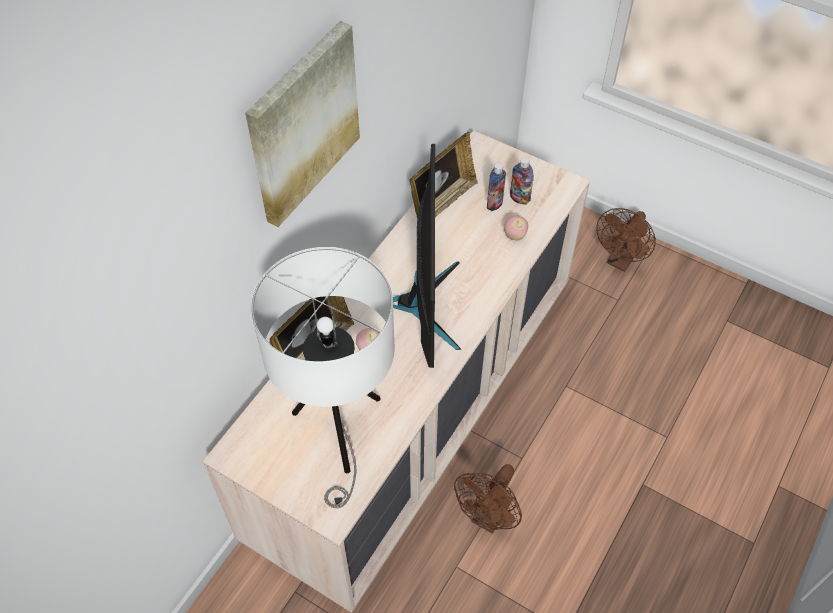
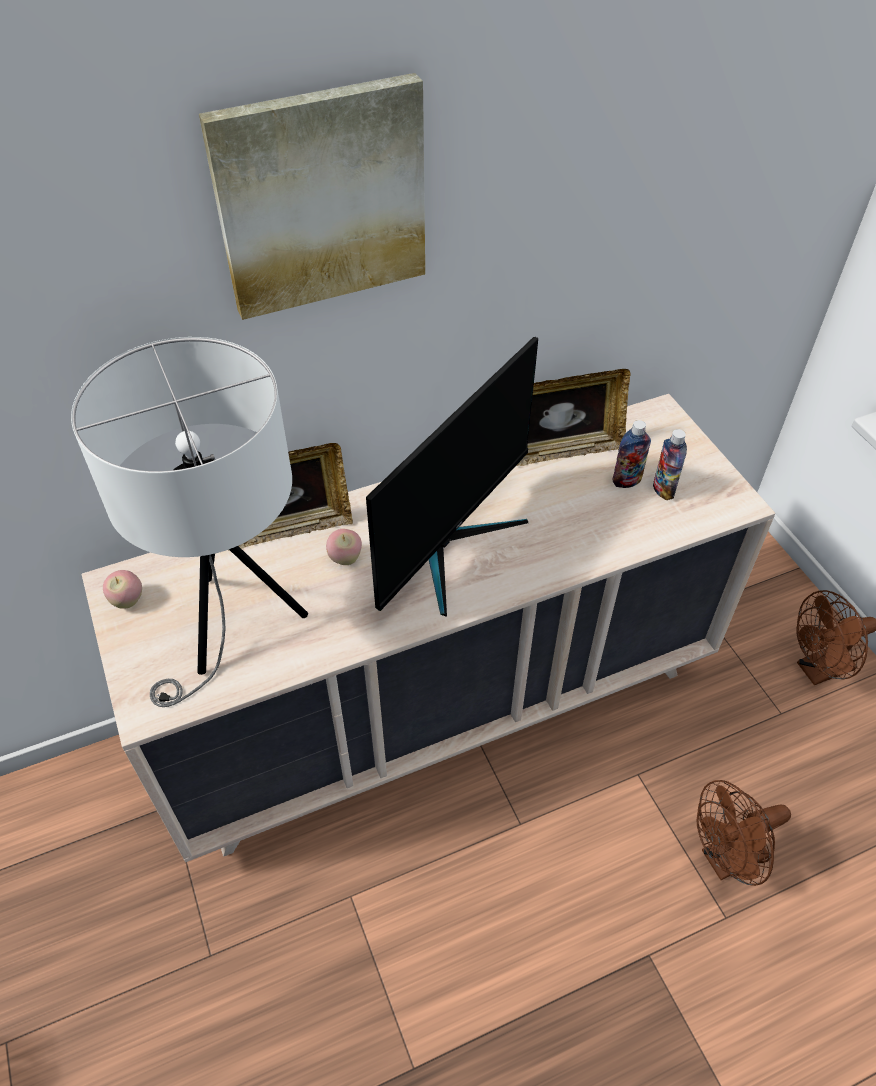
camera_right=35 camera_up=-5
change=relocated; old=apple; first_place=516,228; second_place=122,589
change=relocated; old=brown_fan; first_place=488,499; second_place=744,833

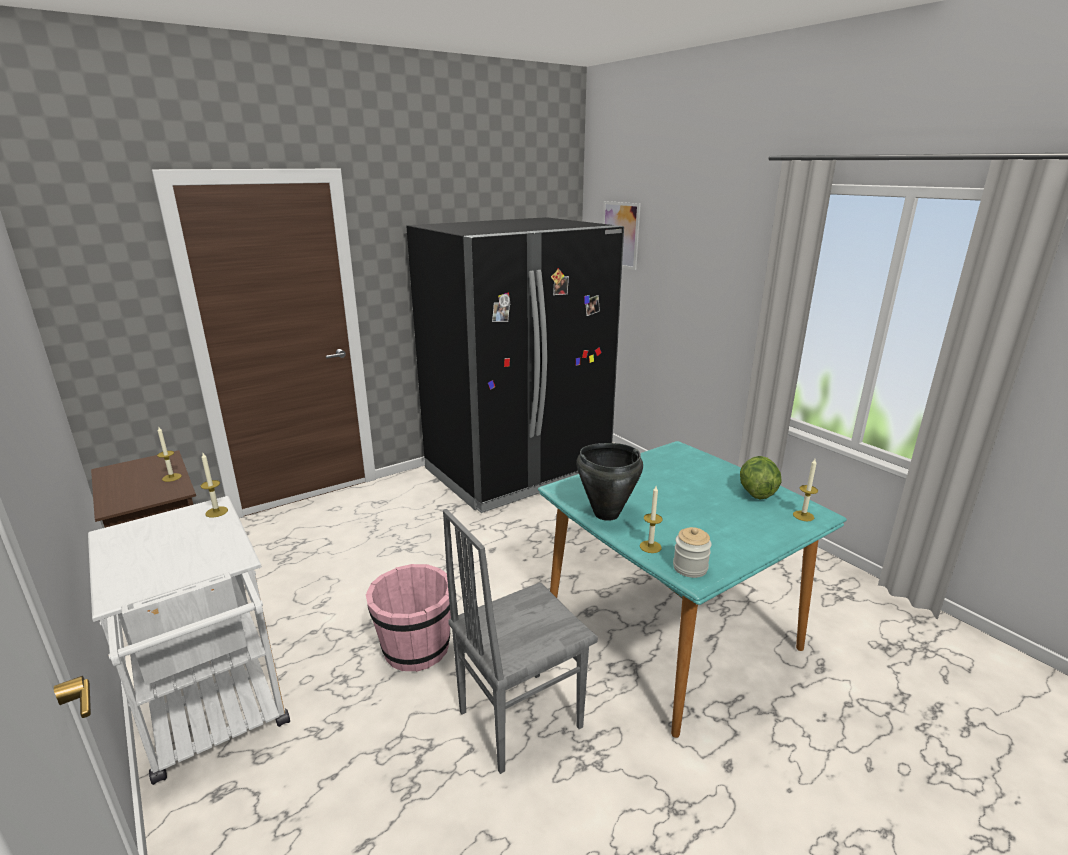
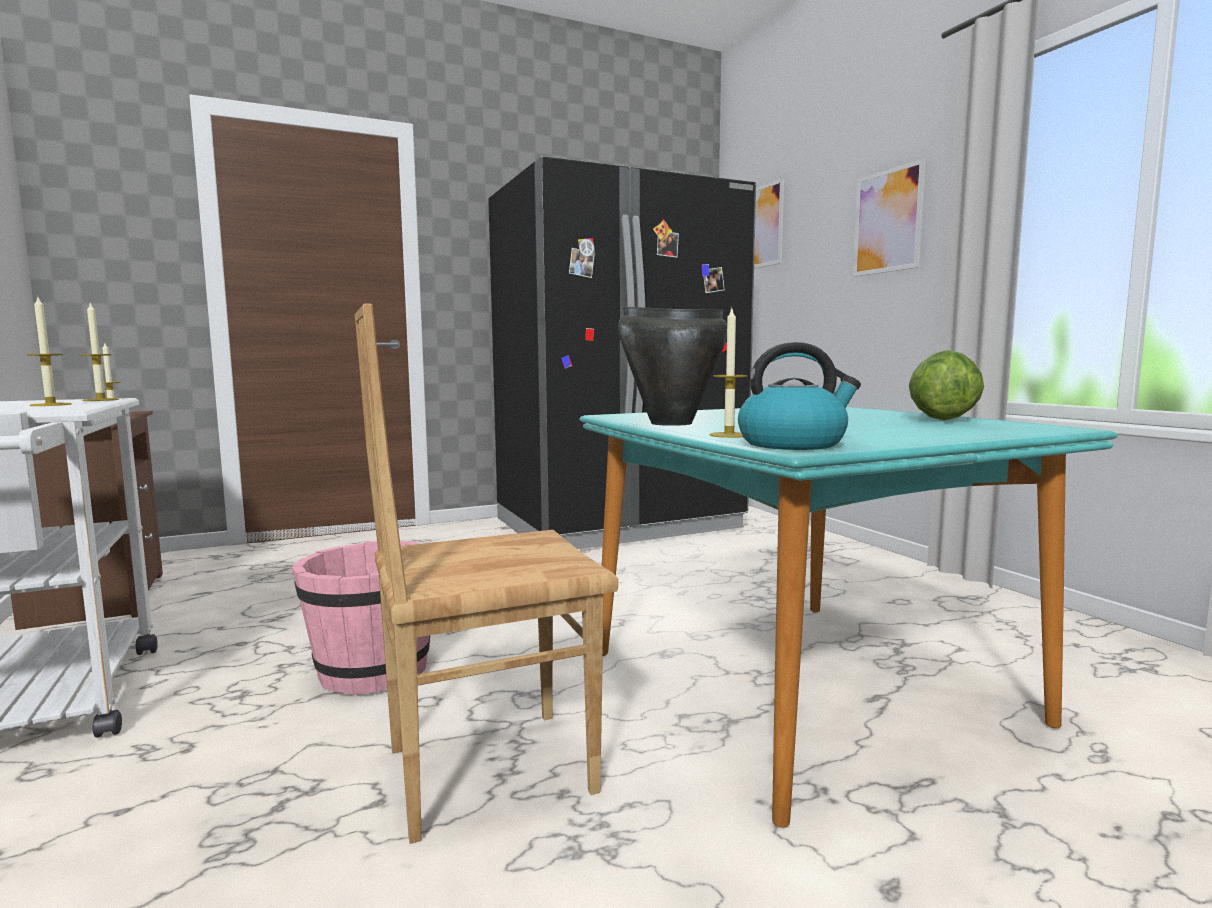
camera_right=10 camera_up=-15
change=relocated; old=candle; first_place=805,490; second_place=49,351
change=colour; old=grey_chair; new=brown_chair; first_place=520,641; second_place=486,573
change=exchanged; old=jar; new=kettle; first_place=692,552; second_place=799,396
change=appeared; new=picture; second_place=889,217

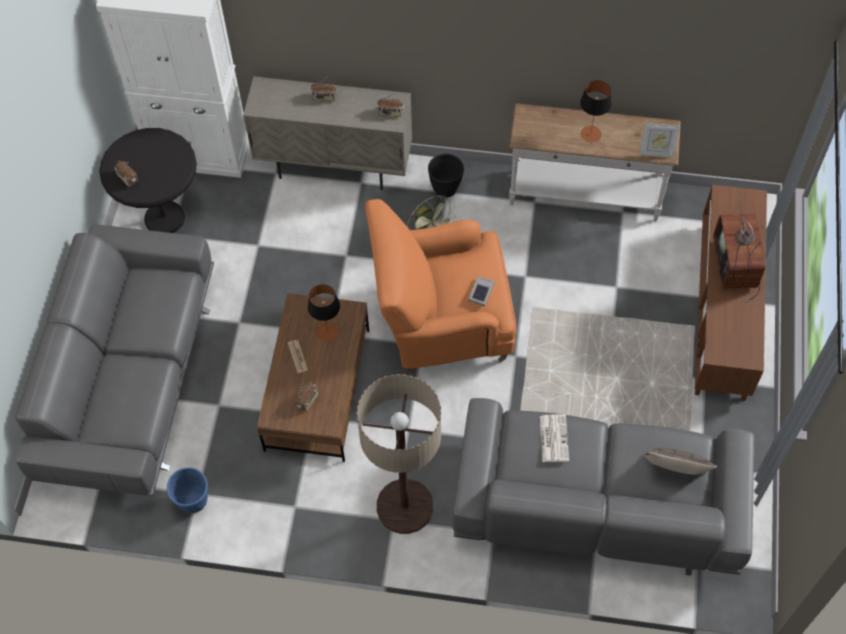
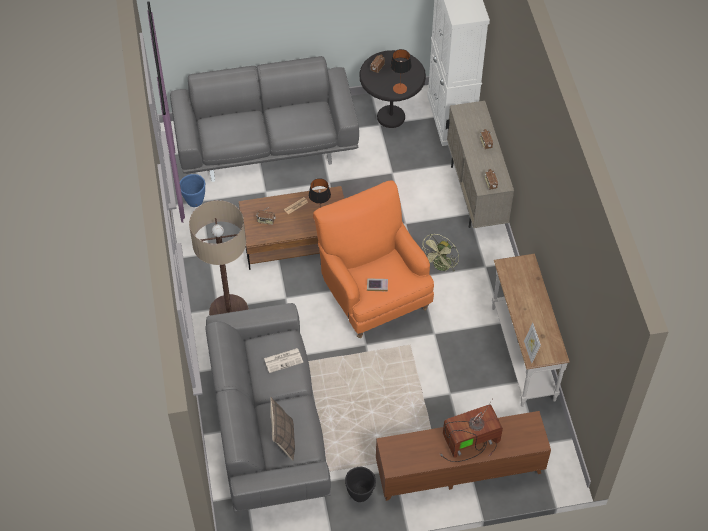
camera_right=70 camera_up=-5
change=relocated; old=table_lamp; first_place=596,111; second_place=401,71
change=relocated; old=black_planter; first_place=446,176; second_place=360,484

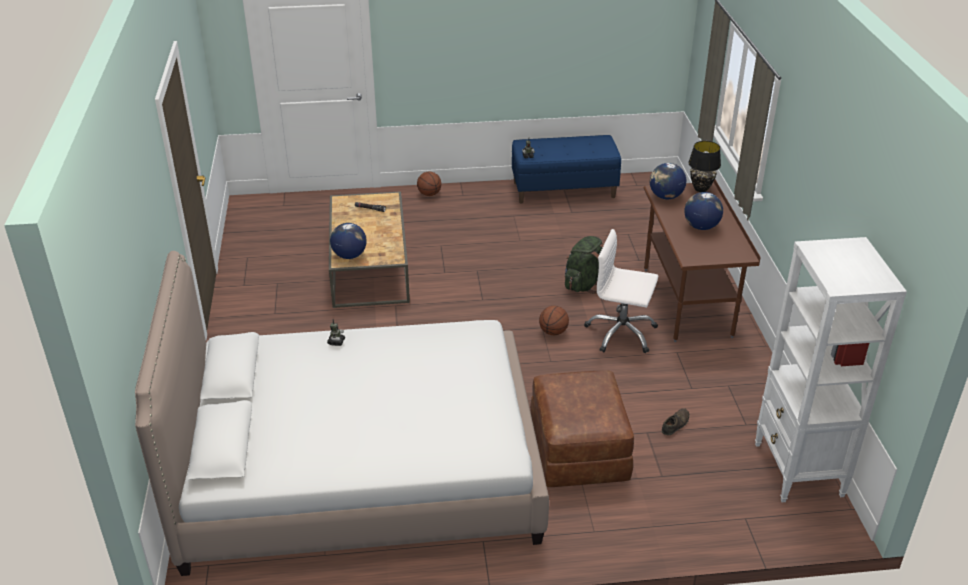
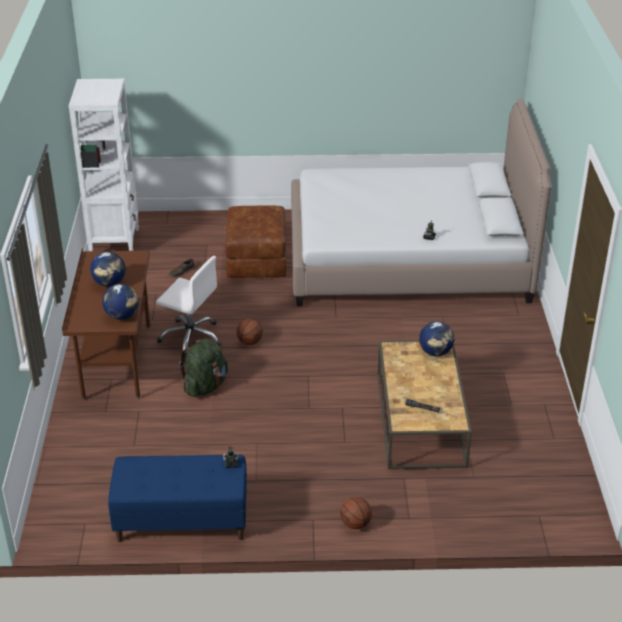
camera_right=-175 camera_up=0
change=missing; old=black_table_lamp; first_place=704,166

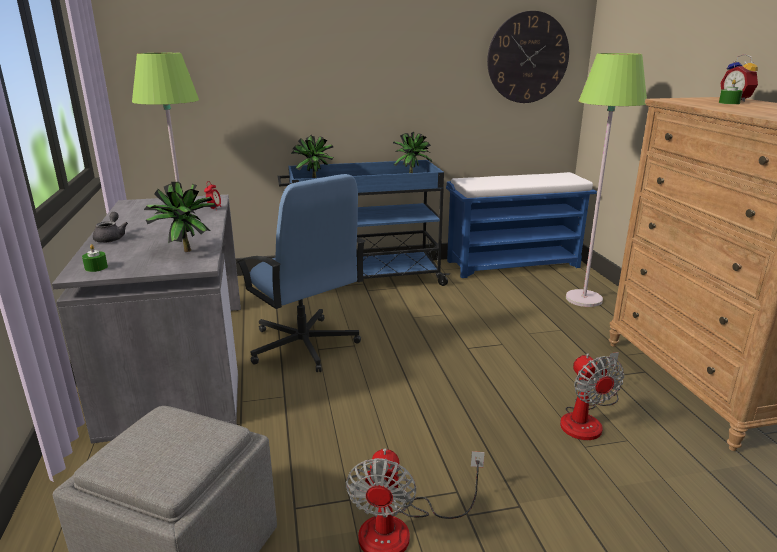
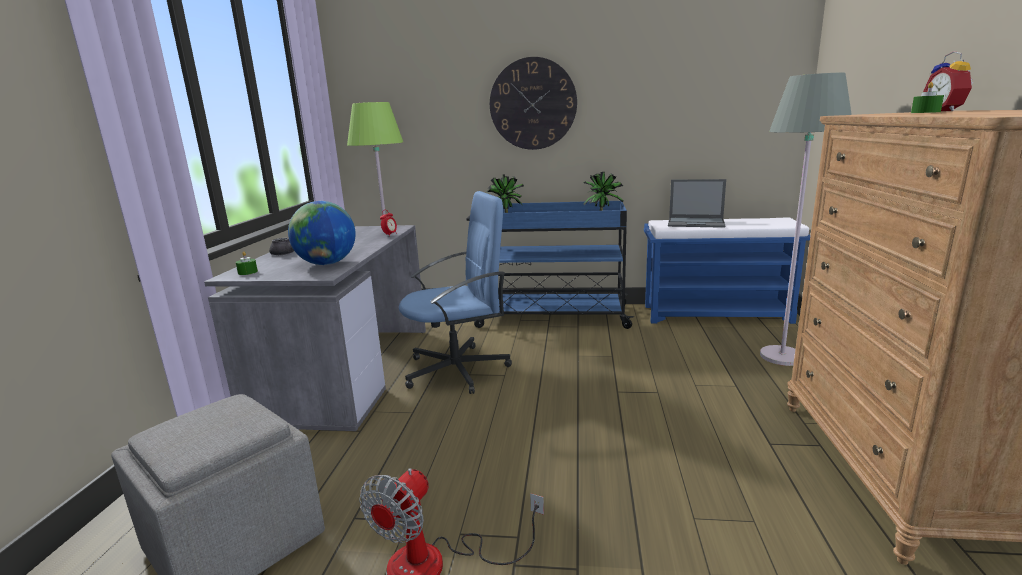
camera_right=20 camera_up=-5
change=relocated; old=wall_clock; first_place=528,57; second_place=533,103
change=colour; old=green_floor_lamp; new=grey_floor_lamp; first_place=606,180; second_place=806,219
change=spun; old=blue_office_chair; first_place=301,273; second_place=455,292; degrees=-90
change=exchanged; old=potted_plant; new=globe; first_place=180,217; second_place=322,233
change=missing; old=fan; first_place=592,396
change=appeared; new=laptop; second_place=697,203

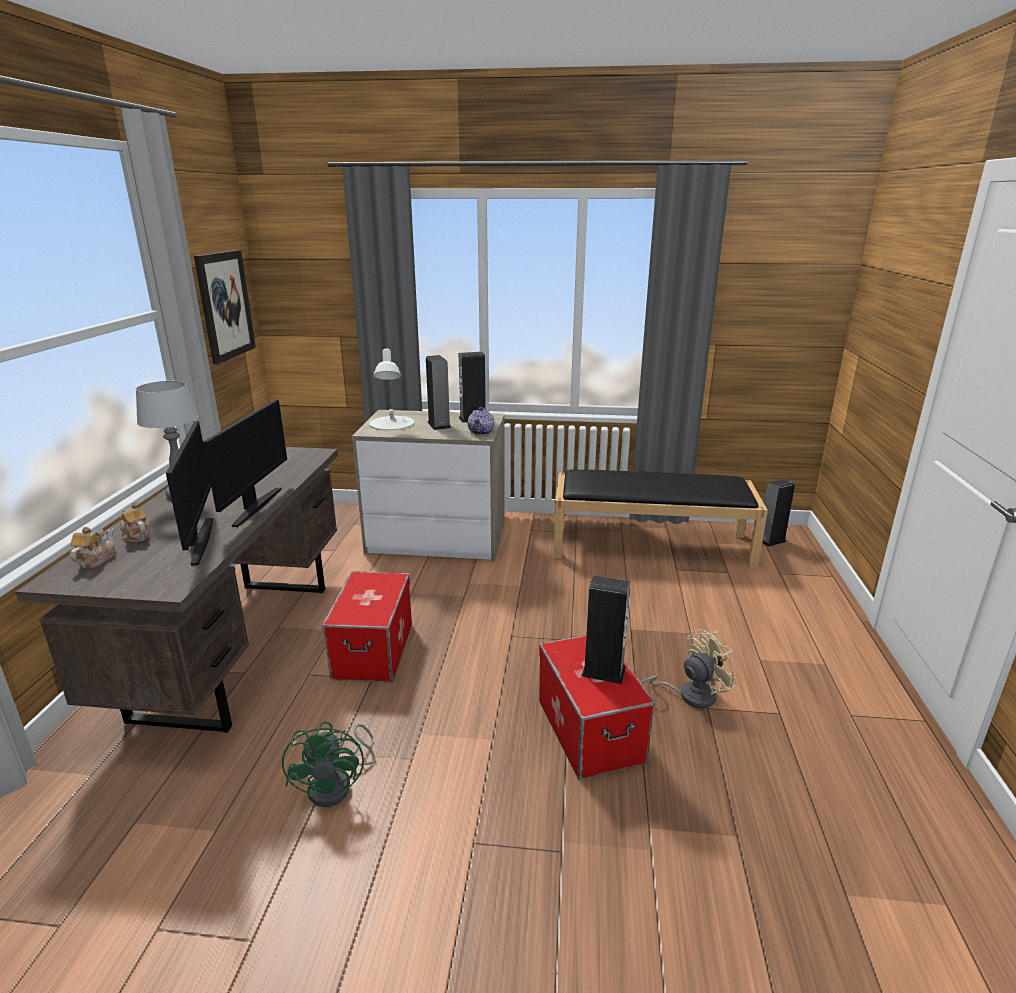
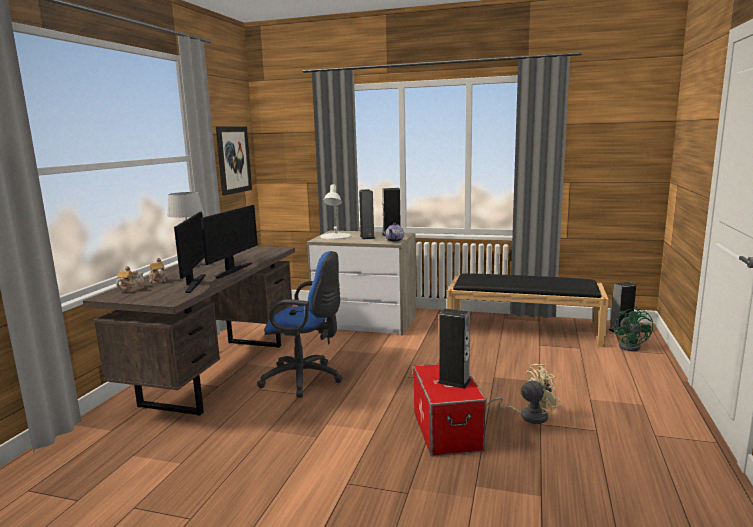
camera_right=10 camera_up=-10
change=exchanged; old=storage_box; new=blue_office_chair; first_place=367,626; second_place=300,324
change=relocated; old=green_fan; first_place=328,764; second_place=633,329

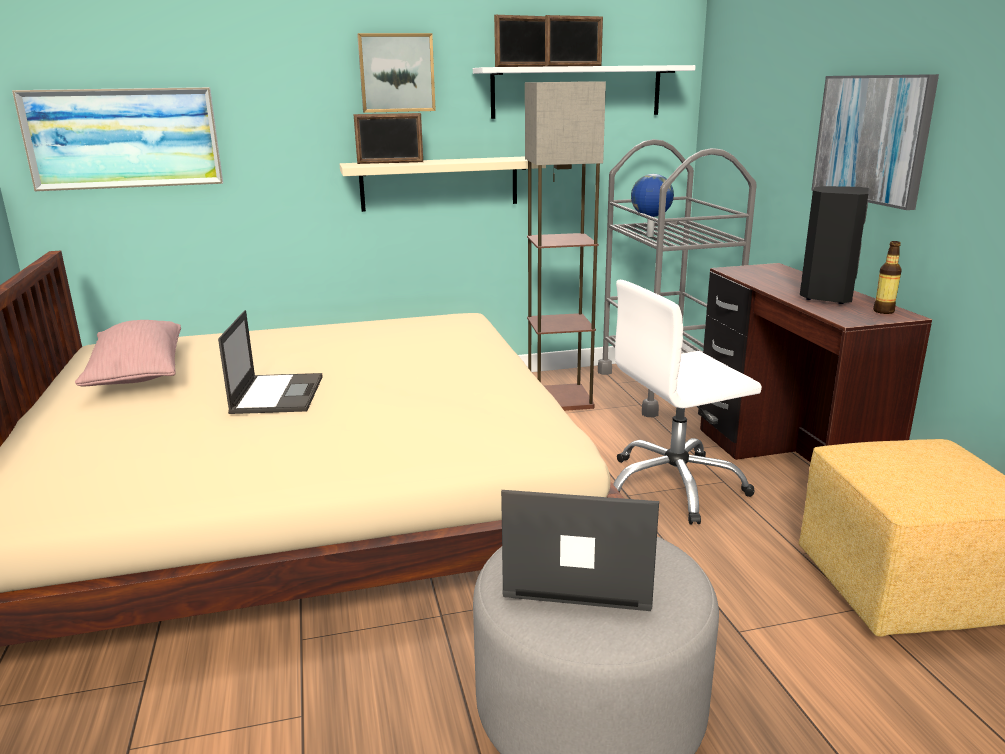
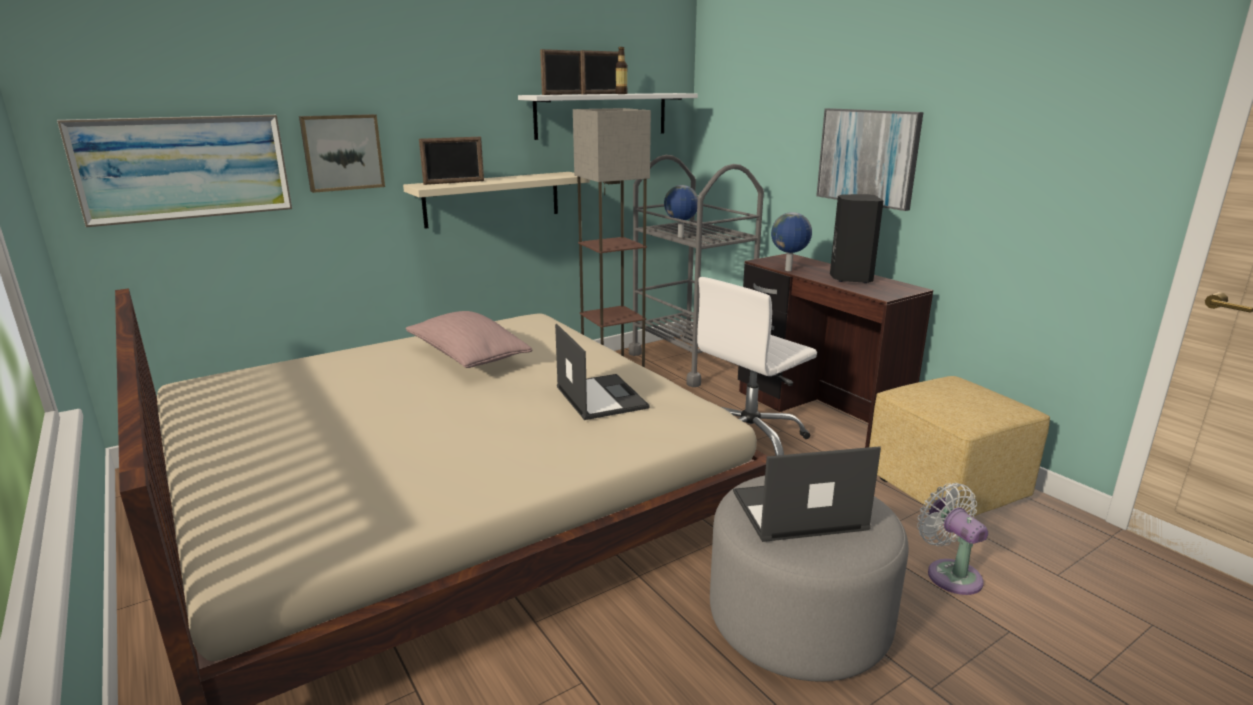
camera_right=-20 camera_up=0
change=relocated; old=picture; first_place=396,73; second_place=342,153
change=relocated; old=bottle; first_place=887,277; second_place=621,70
change=relocated; old=laptop; first_place=270,362; second_place=602,372
change=relocated; old=pink_pillow; first_place=128,353; second_place=468,339
change=appeared; new=globe; second_place=791,241
change=appeared; new=white_fan; second_place=952,539

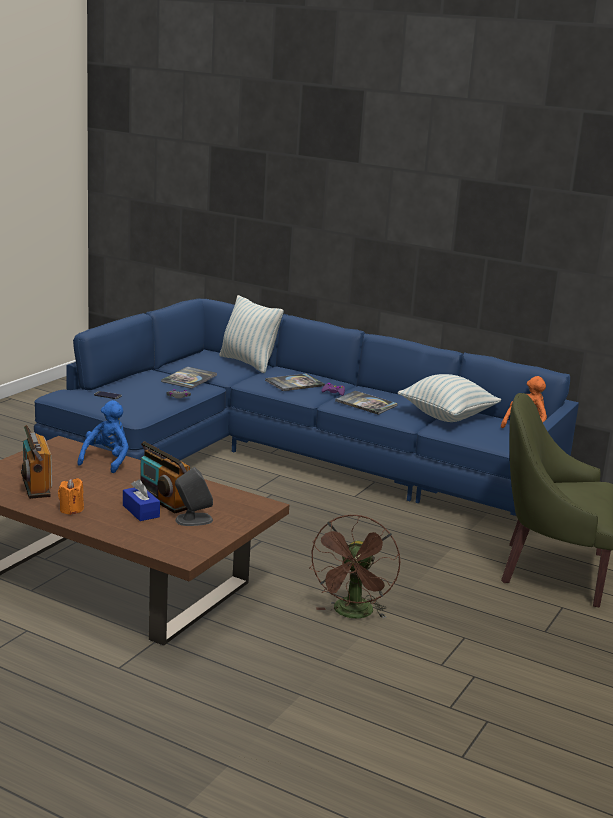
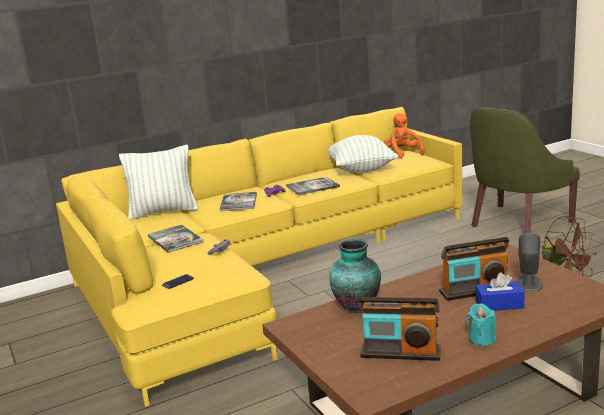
camera_right=-55 camera_up=0
change=colour; old=blue_sofa; new=yellow_sofa; first_place=306,407; second_place=259,257
change=exchanged; old=blue_plush_toy; new=vase; first_place=103,436; second_place=355,276
change=colour; old=orange_candle; new=turquoise_candle; first_place=71,496; second_place=481,325

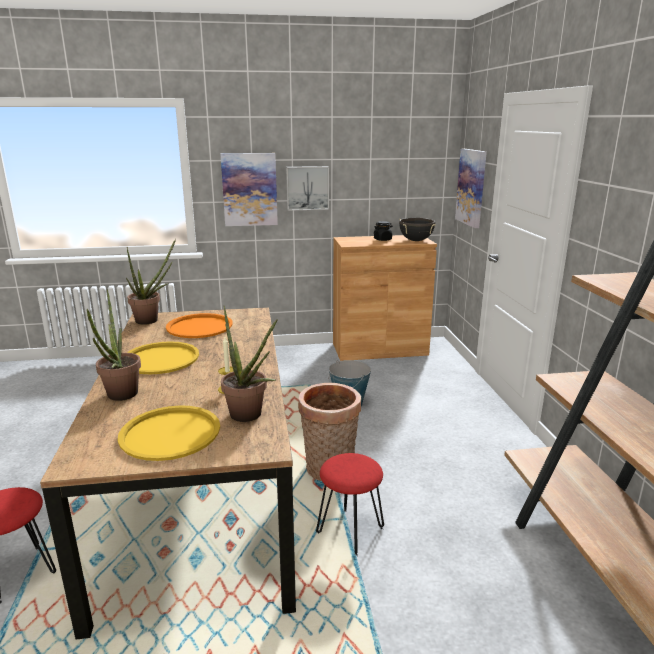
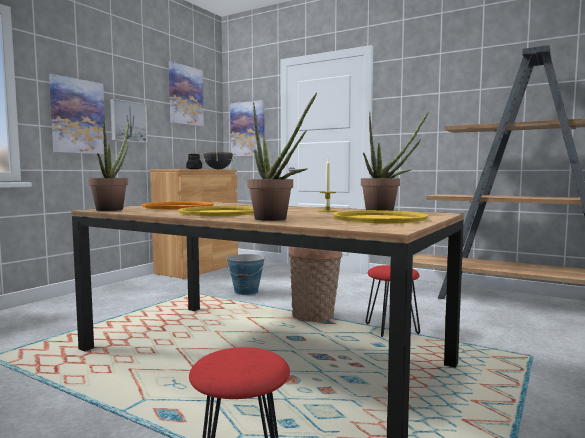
camera_right=-50 camera_up=-15
change=appeared; new=picture; second_place=186,94

